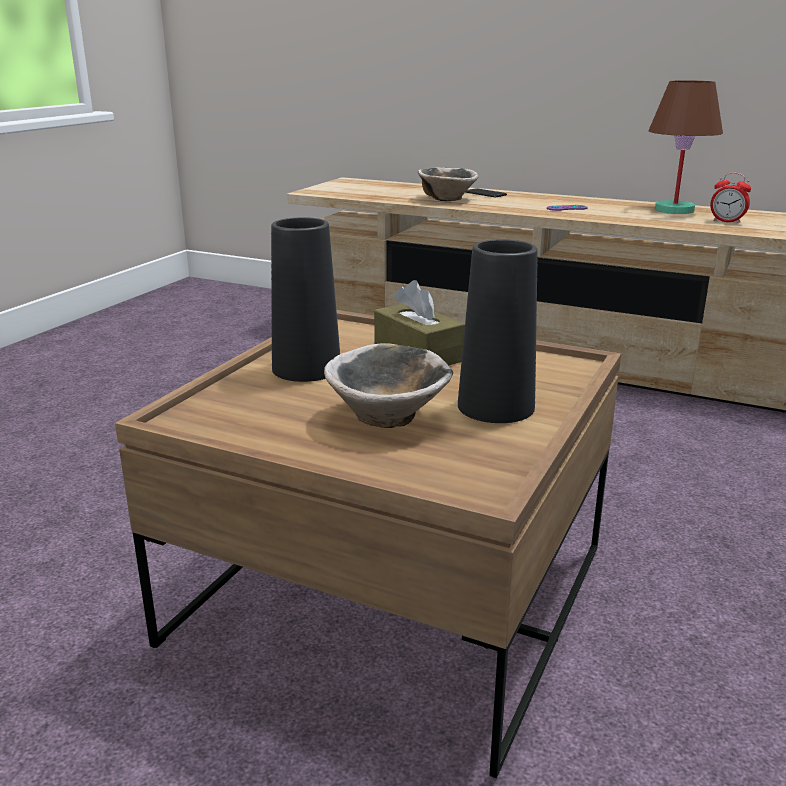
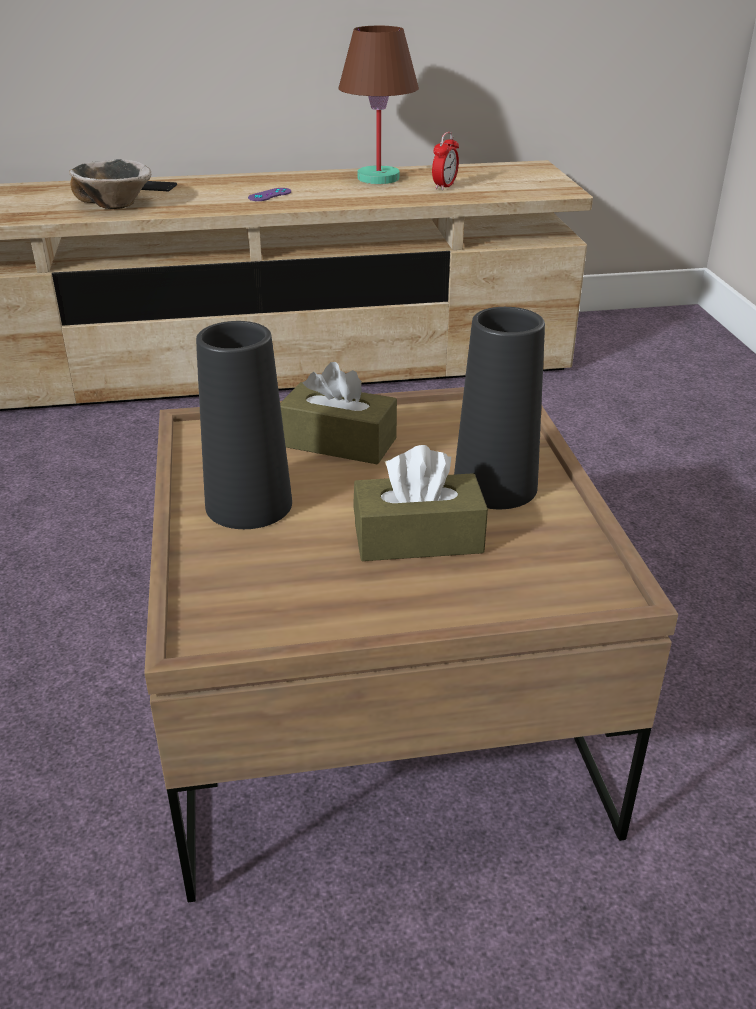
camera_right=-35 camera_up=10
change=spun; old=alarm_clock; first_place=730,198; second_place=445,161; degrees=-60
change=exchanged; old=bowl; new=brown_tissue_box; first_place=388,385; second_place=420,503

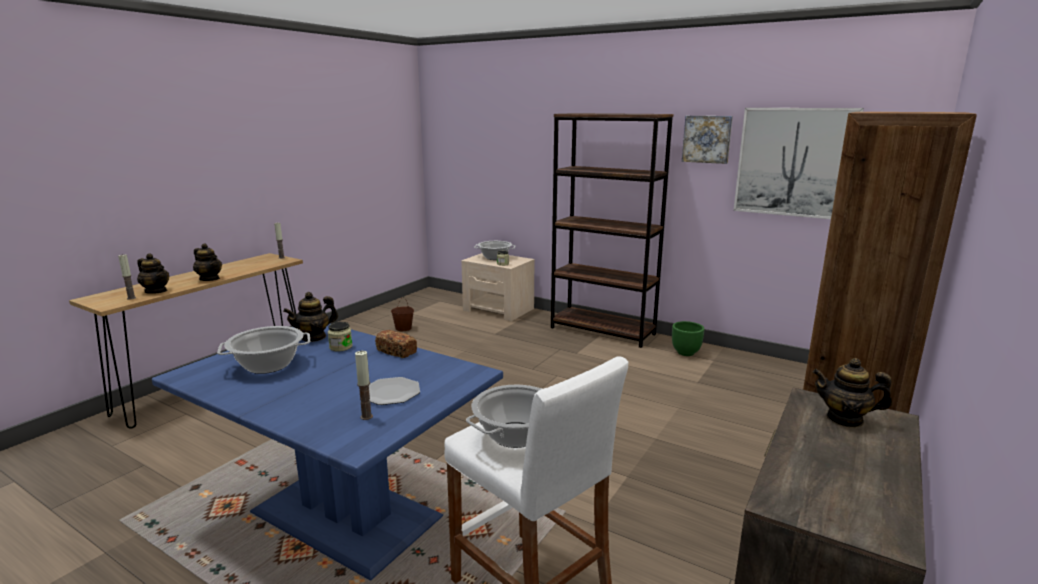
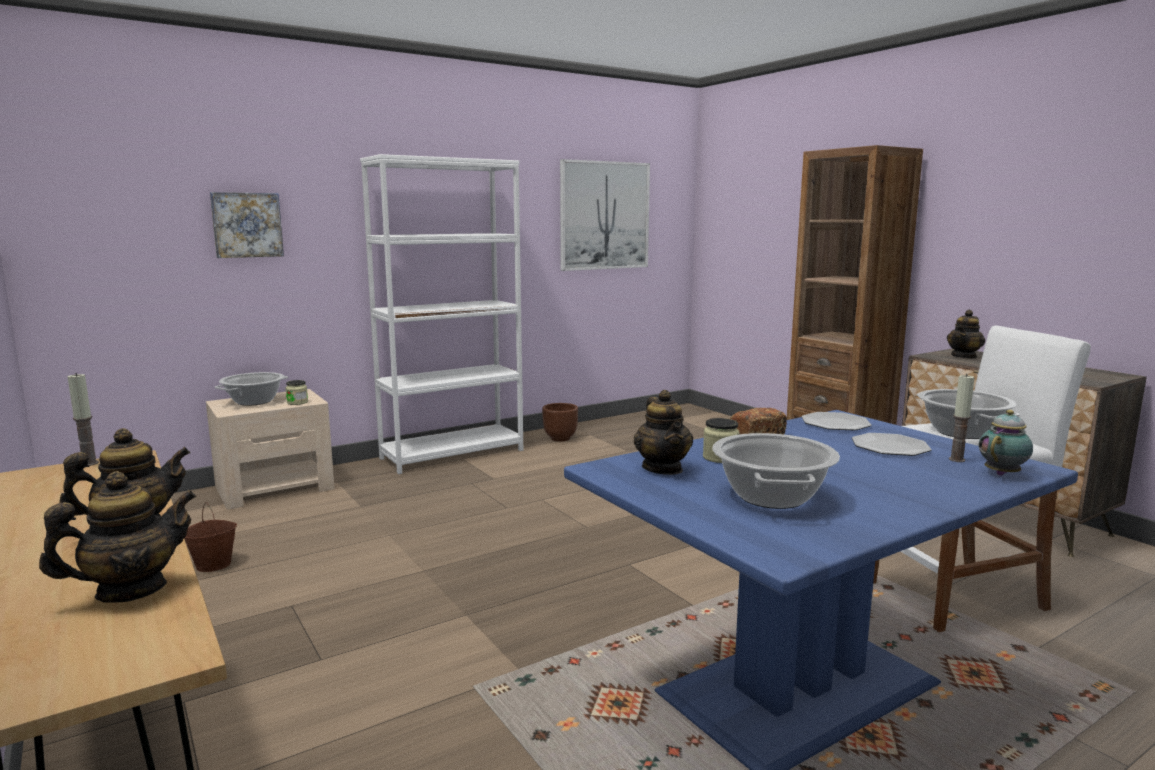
camera_right=-65 camera_up=-5
change=colour; old=brown_bookcase; new=white_bookcase; first_place=612,230; second_place=441,314
change=relocated; old=picture; first_place=707,140; second_place=247,225
change=missing; old=candle; first_place=127,277
change=colour; old=green_planter; new=brown_planter; first_place=688,338; second_place=560,422
change=appeared; new=teapot; second_place=1006,443
change=appeared; new=plate; second_place=836,421

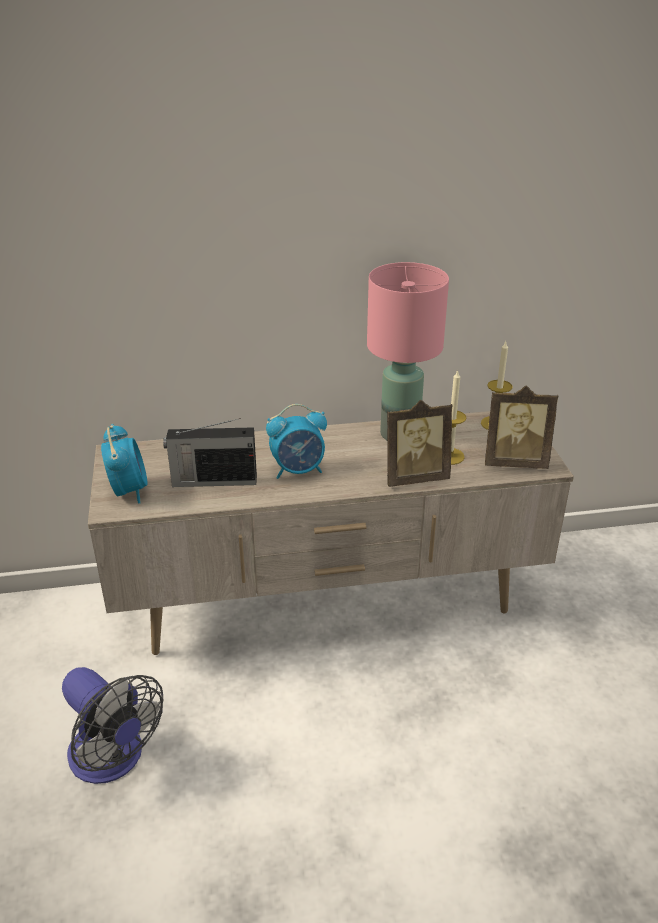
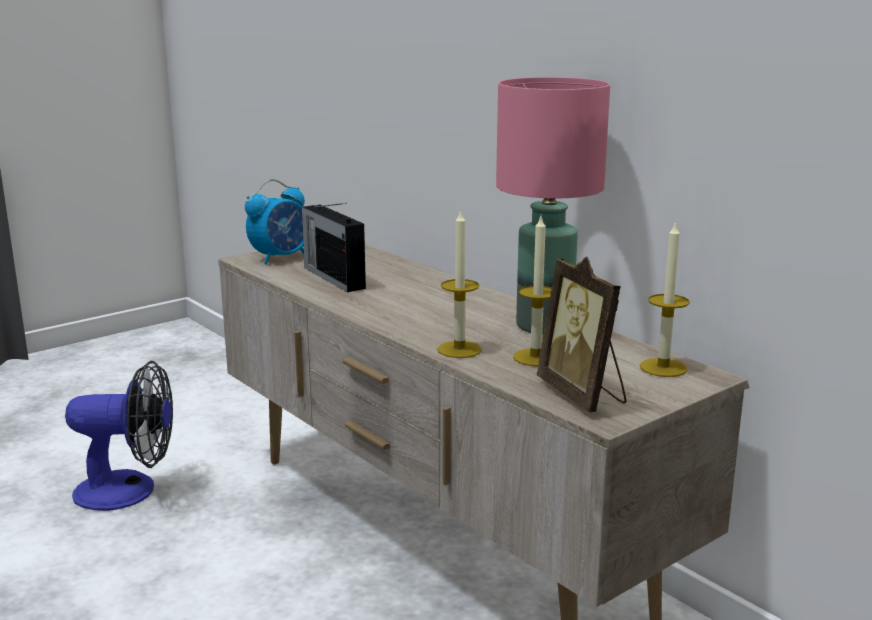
camera_right=60 camera_up=-15
change=exchanged; old=picture_frame; new=candle; first_place=420,443; second_place=459,283
change=missing; old=alarm_clock; first_place=296,441
change=spun; old=fan; first_place=112,725; second_place=119,436; degrees=-105

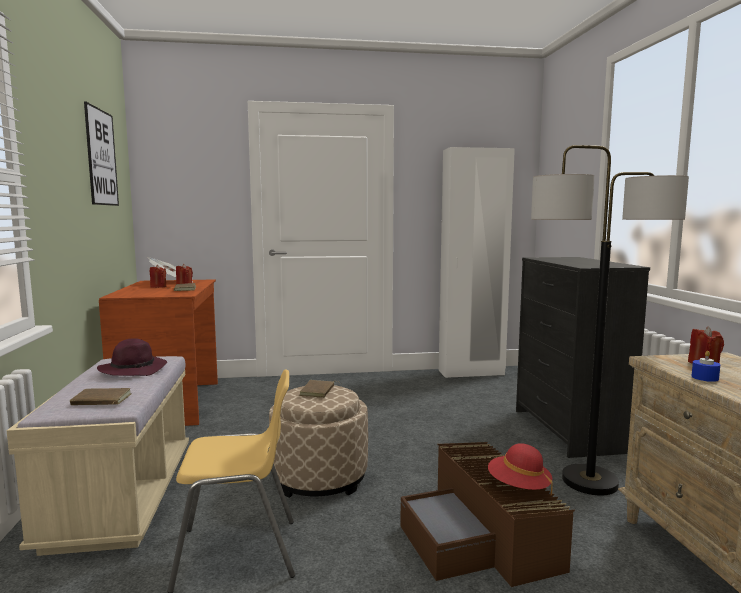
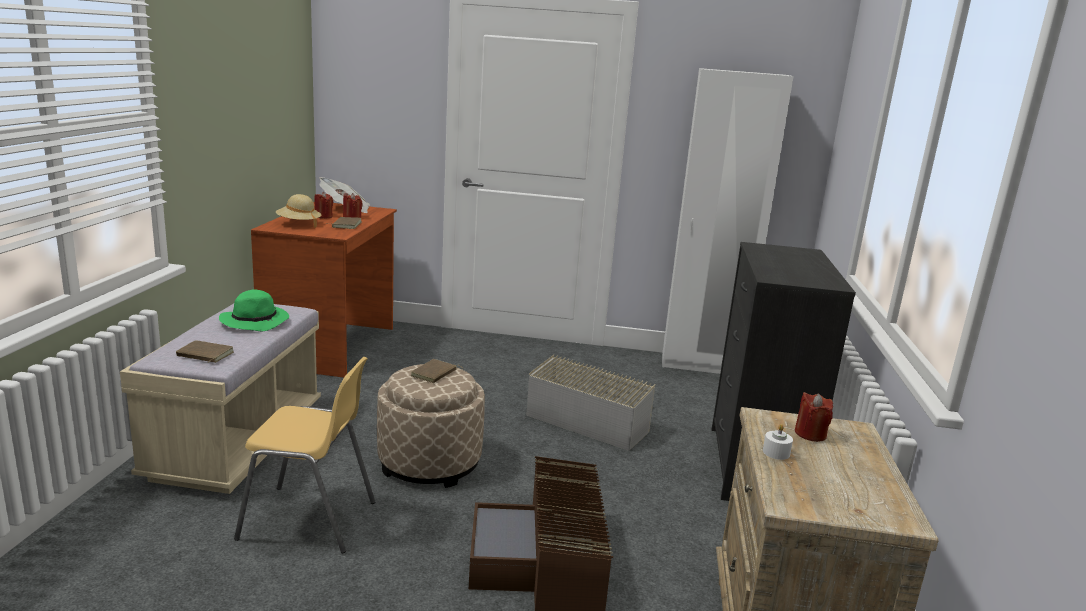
camera_right=15 camera_up=10
change=missing; old=picture; first_place=101,153
change=missing; old=floor_lamp; first_place=610,320
change=colour; old=purple_hat; new=green_hat; first_place=132,357; second_place=254,310
change=colour; old=blue_candle; new=white_candle; first_place=705,366; second_place=778,442
change=missing; old=red_hat; first_place=520,469
change=appeared; new=beige_hat; second_place=298,211
change=appeared; new=grey_storage_box; second_place=590,402

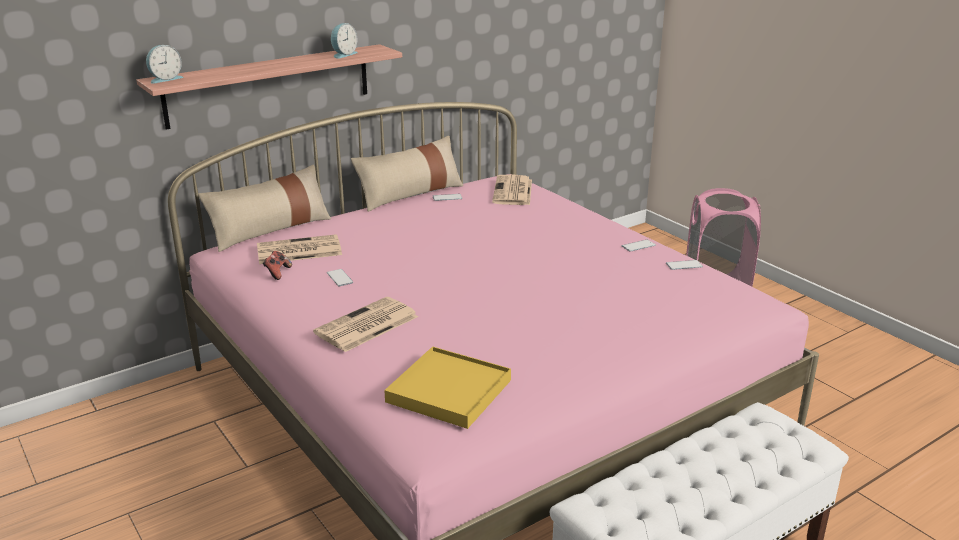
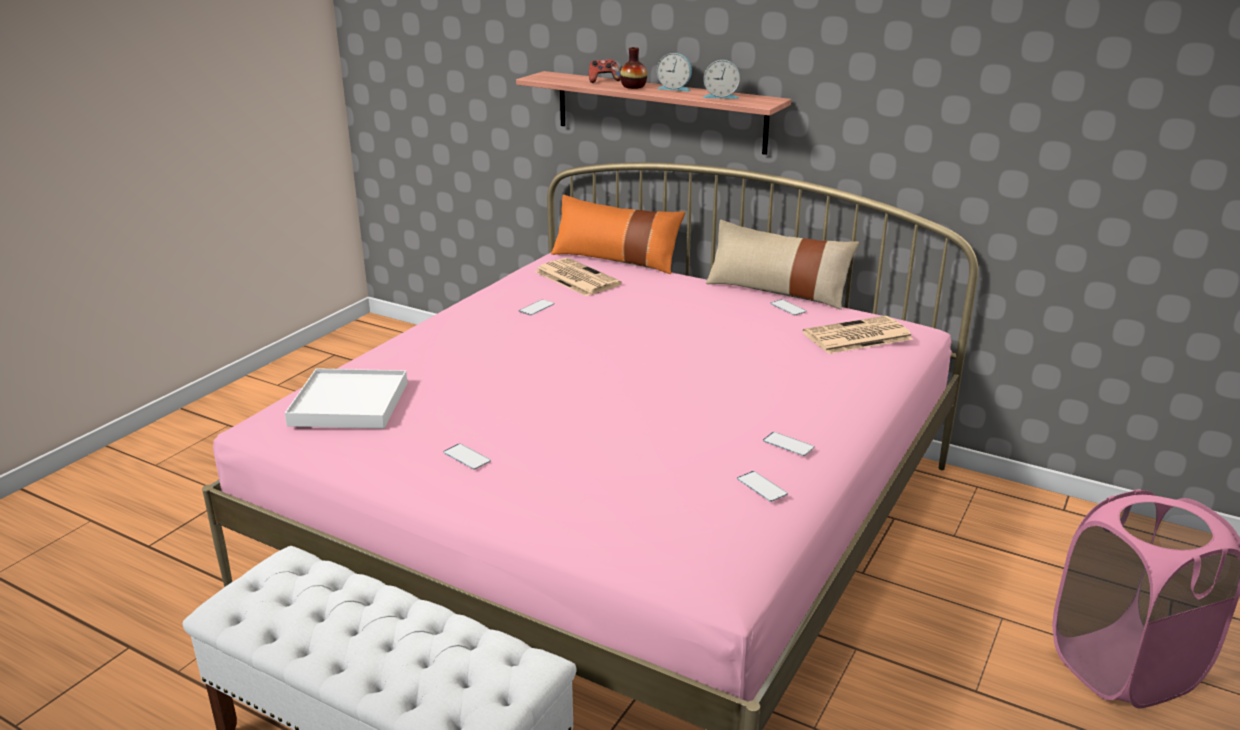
camera_right=65 camera_up=0
change=relocated; old=alarm_clock; first_place=165,64; second_place=674,72
change=colour; old=beige_pillow; new=orange_pillow; first_place=264,208; second_place=618,234
change=relocated; old=game_controller; first_place=277,265; second_place=605,71
change=missing; old=newspaper; first_place=365,324
change=colour; old=yellow_tray; new=white_tray; first_place=447,388; second_place=346,398
change=appeared; new=vase; second_place=633,68
change=appeared; new=phone; second_place=467,456

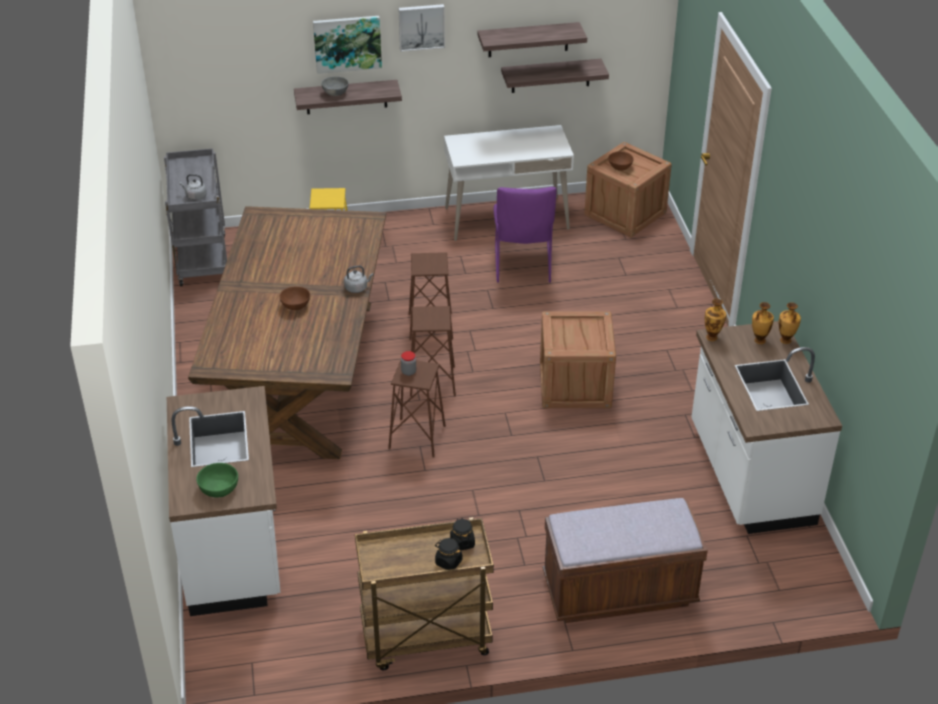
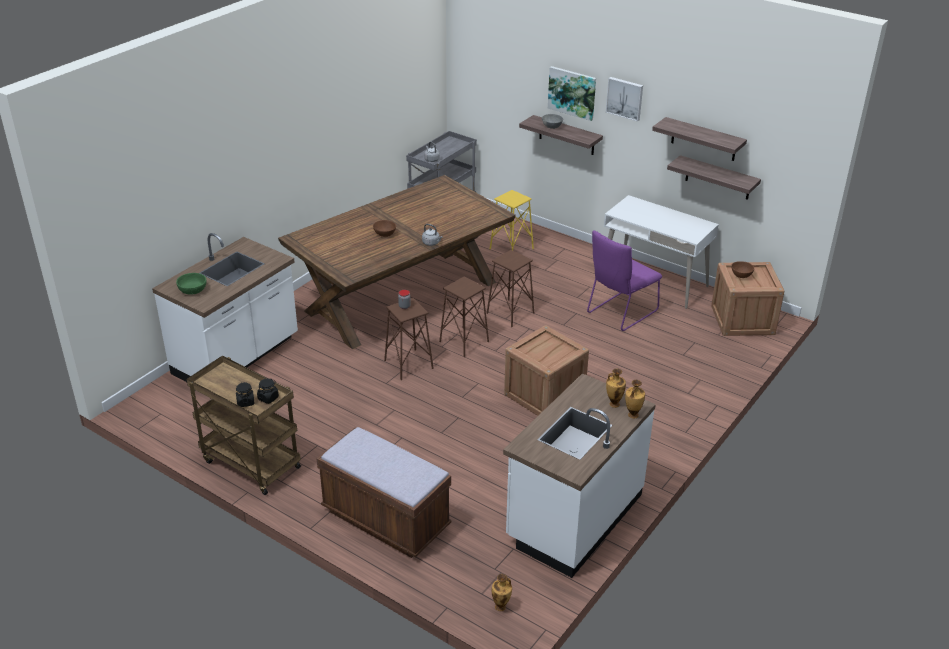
camera_right=45 camera_up=-5
change=relocated; old=vase; first_place=715,320; second_place=502,592

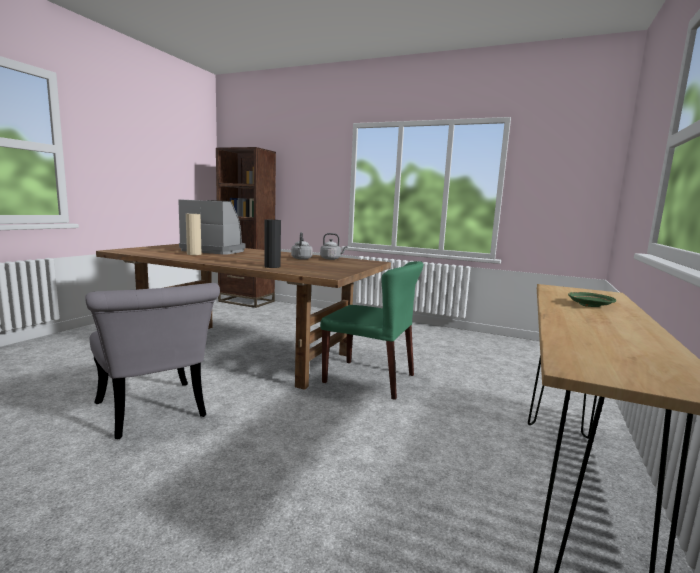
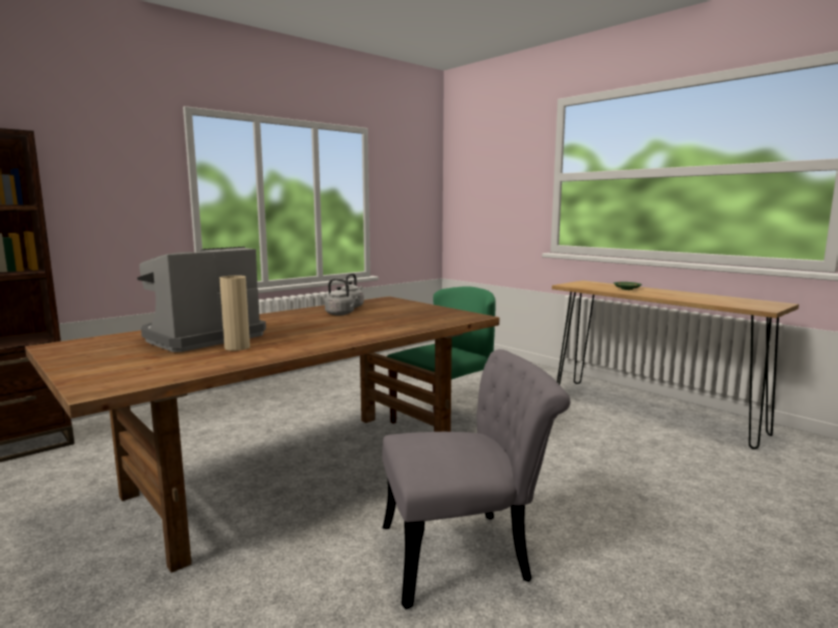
camera_right=-65 camera_up=0
change=missing; old=black_vase; first_place=272,244

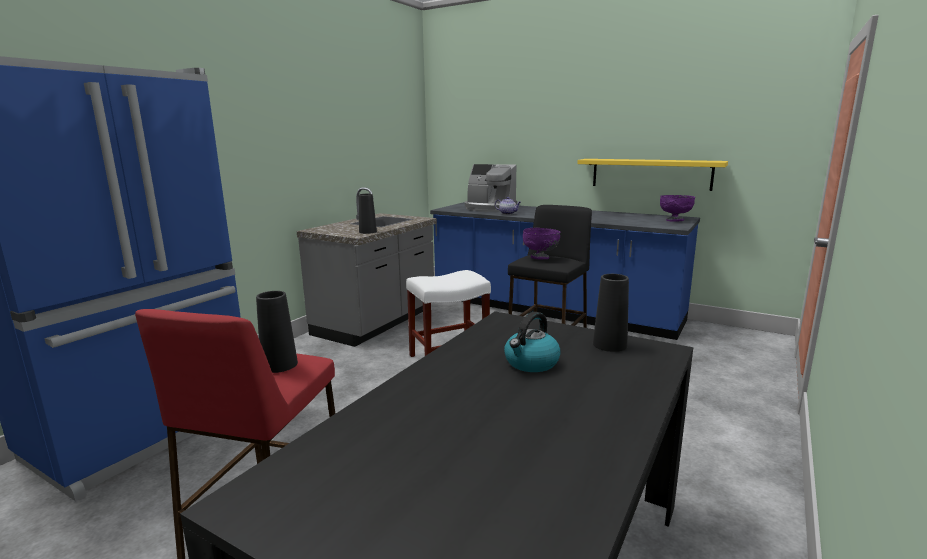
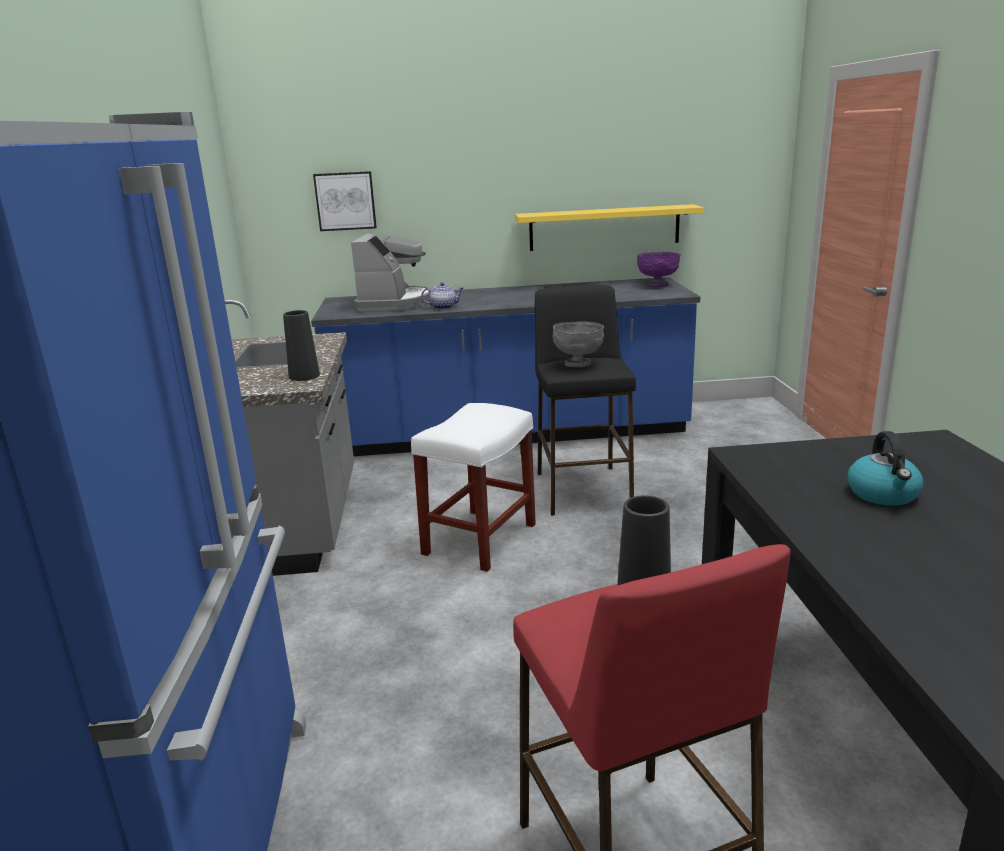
camera_right=-35 camera_up=5
change=spun; old=coffee_machine; first_place=491,188; second_place=391,272; degrees=-75
change=colour; old=purple_bowl; new=grey_bowl; first_place=541,243; second_place=578,344
change=missing; old=black_vase; first_place=611,313
change=appeared; new=picture; second_place=345,201

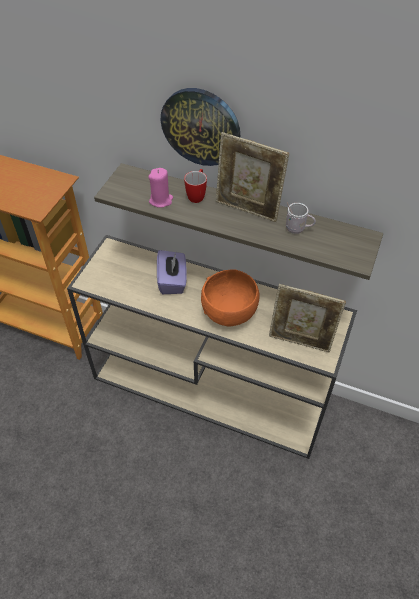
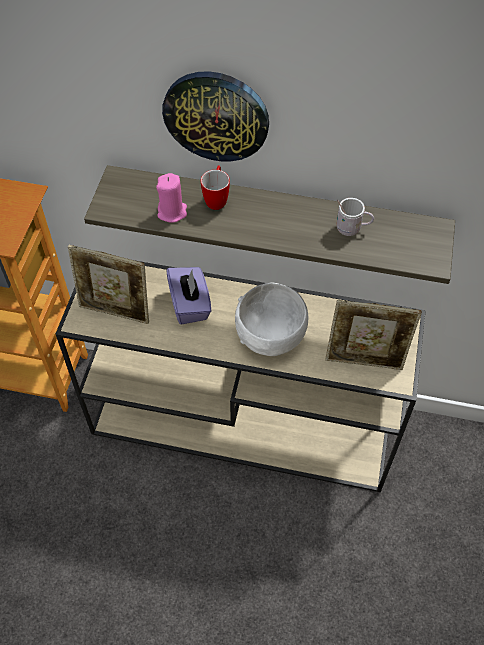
camera_right=-10 camera_up=5
change=relocated; old=picture_frame; first_place=252,177; second_place=108,284
change=colour; old=orange_bowl; new=white_bowl; first_place=230,298; second_place=272,319

